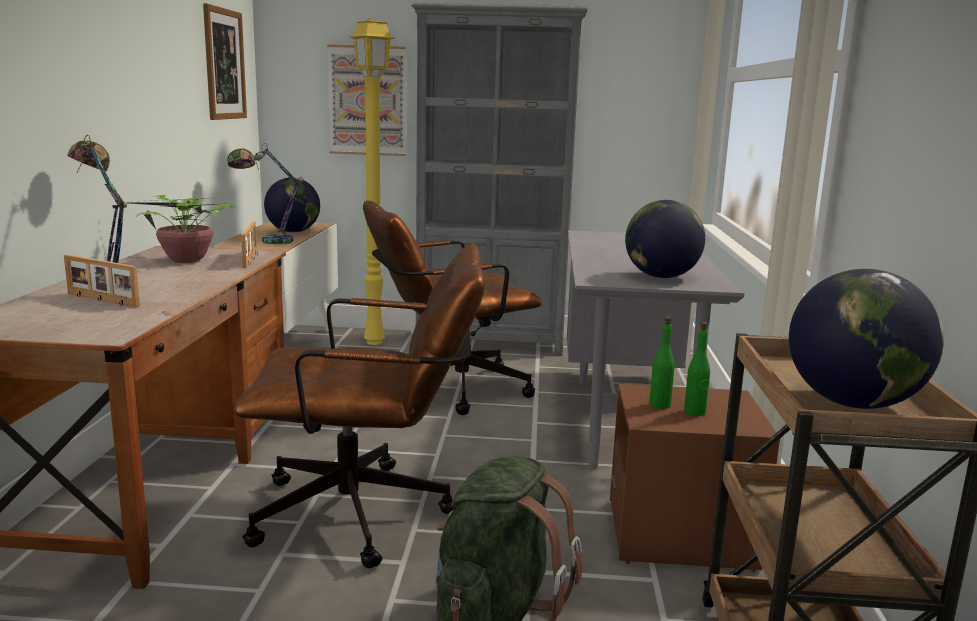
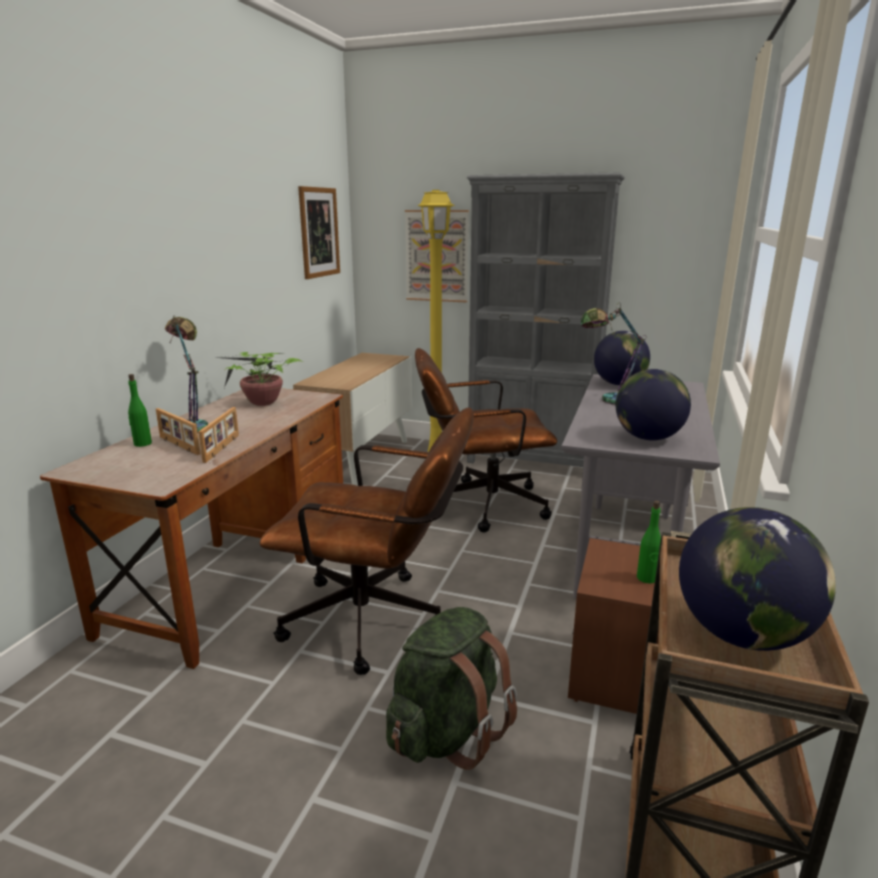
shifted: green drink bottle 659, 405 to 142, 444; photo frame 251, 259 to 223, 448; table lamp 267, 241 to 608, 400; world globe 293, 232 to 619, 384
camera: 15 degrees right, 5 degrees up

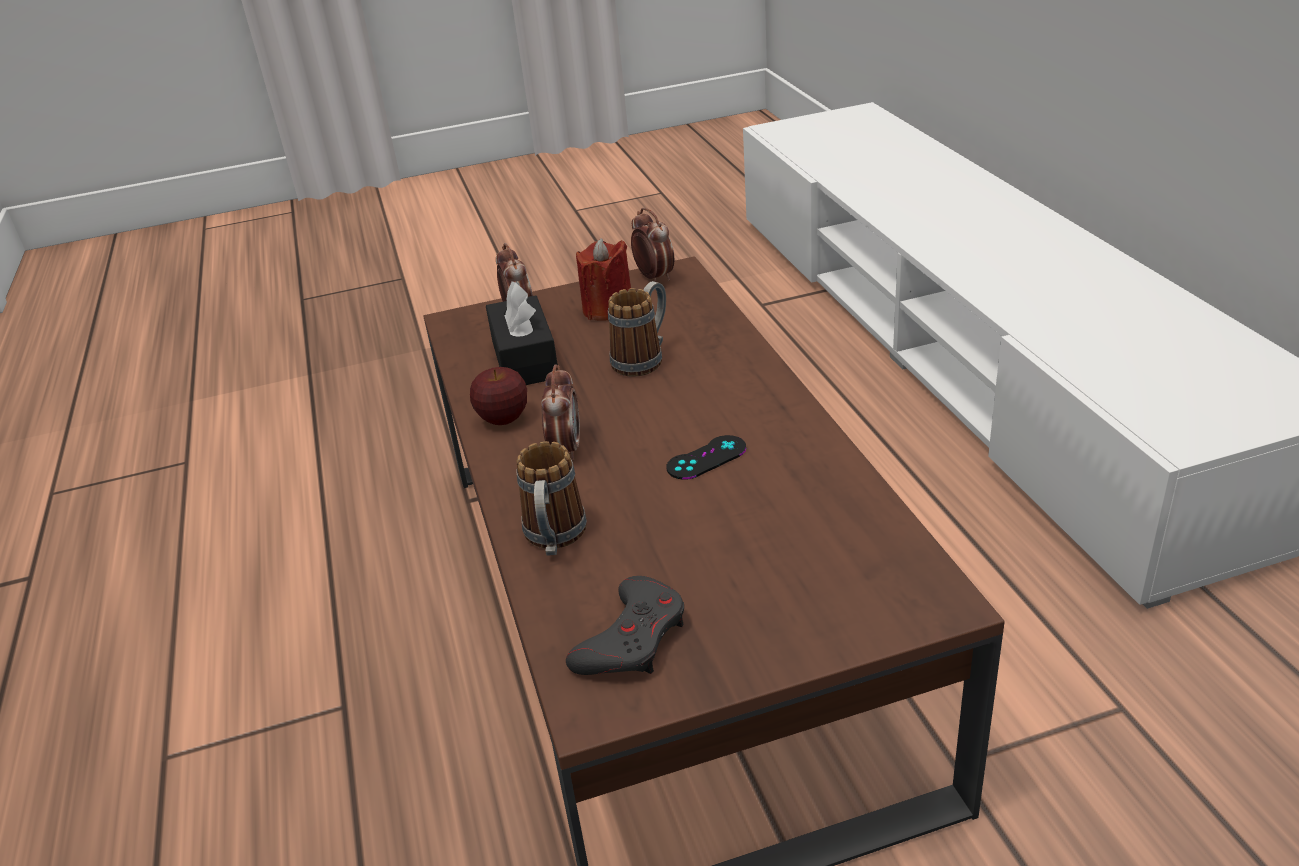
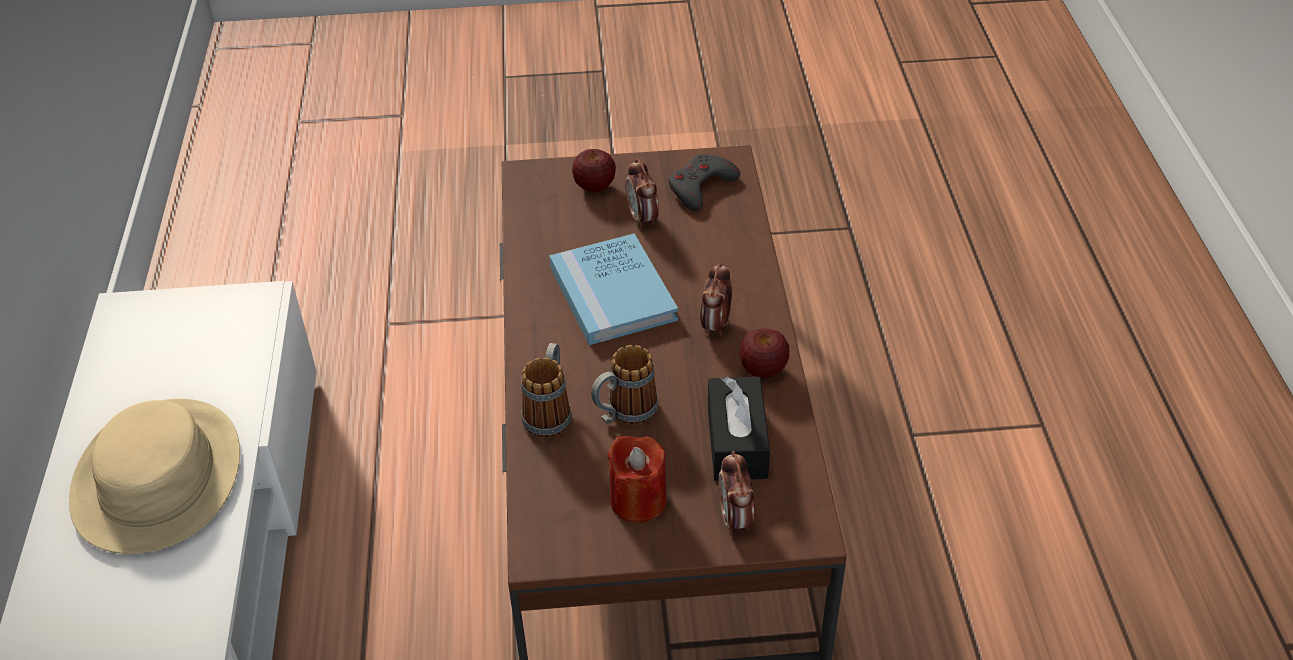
new: beige-coloured clothing hat 157, 477; whole apple 595, 187
shifted: mug 554, 540 to 550, 412; alarm clock 654, 277 to 643, 218
swapped: blackish gamepad 706, 458 to blue volume 612, 293
camera: 170 degrees left, 10 degrees up

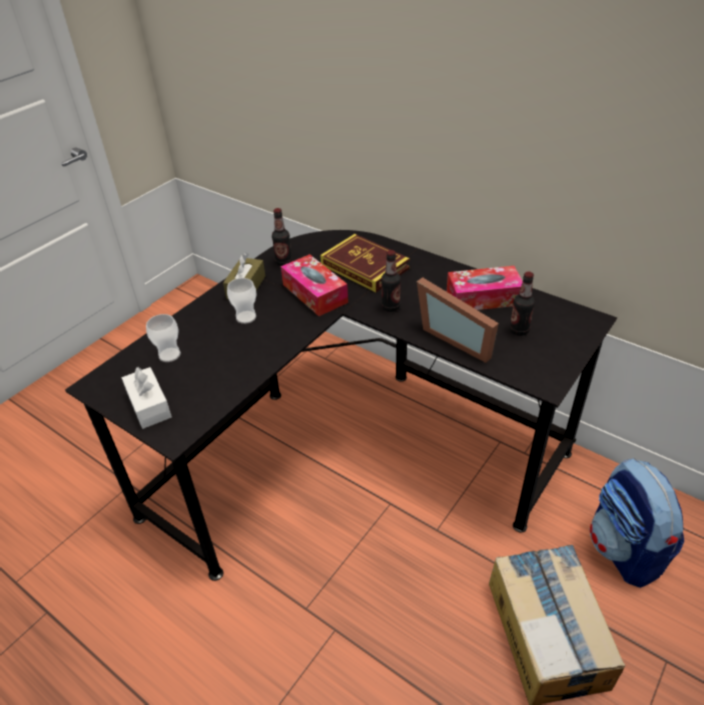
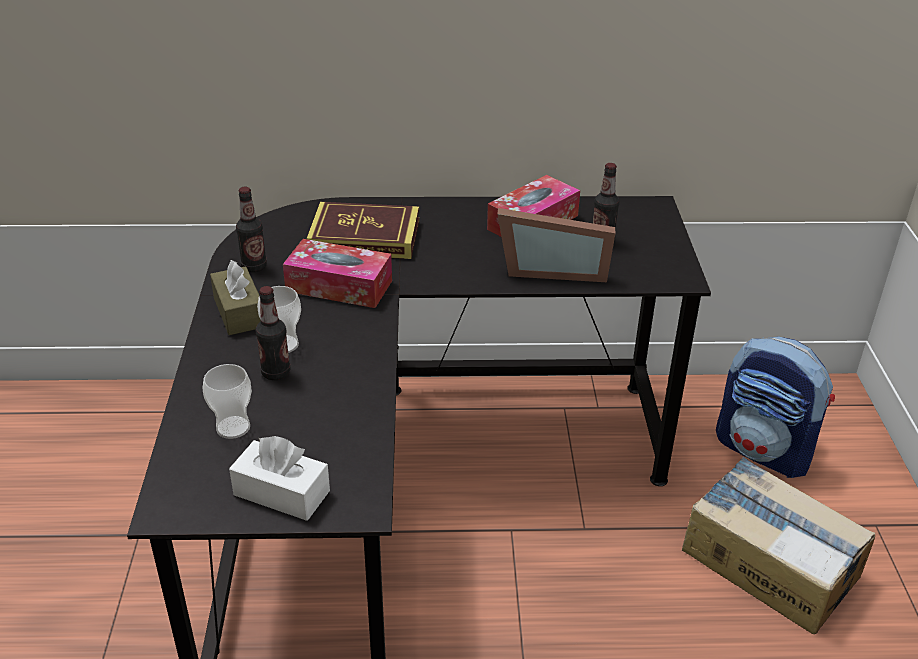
shifted: drink bottle 390, 307 to 276, 373
camera: 40 degrees left, 5 degrees down

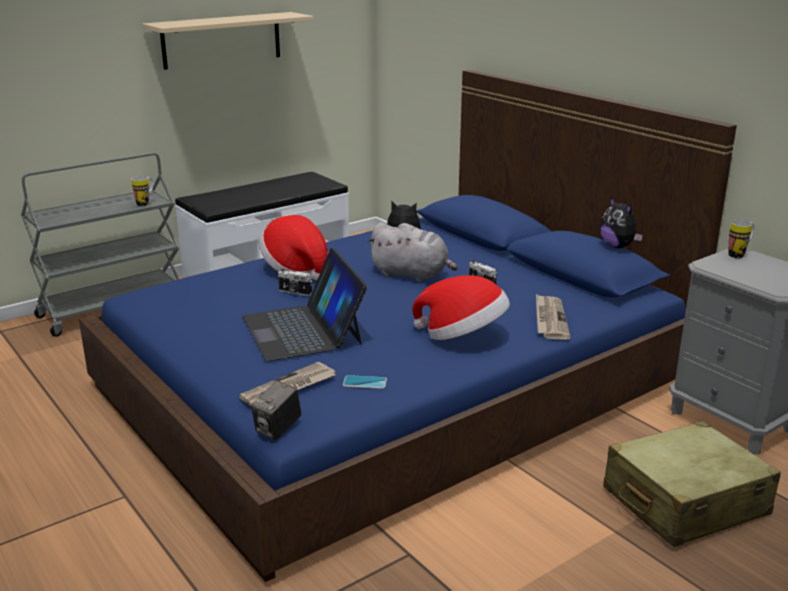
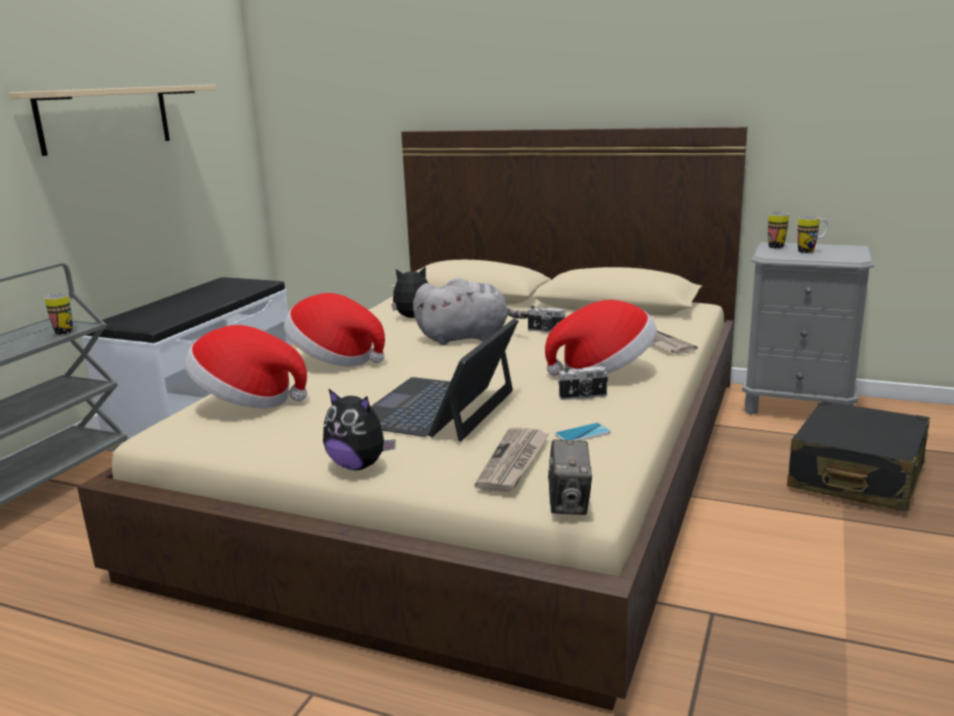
new: clothing hat 247, 401; mug 810, 251
shifted: cuddly toy 618, 246 to 359, 465; still camera 295, 292 to 583, 397
repainted: blue sleeping bed 396, 382 to beige-coloured sleeping bed 483, 462; beige-coloured suitcase 684, 502 to blackish suitcase 856, 476
rotated: portable computer 303, 330 = 437, 408 75 degrees clockwise
camera: 30 degrees left, 5 degrees down

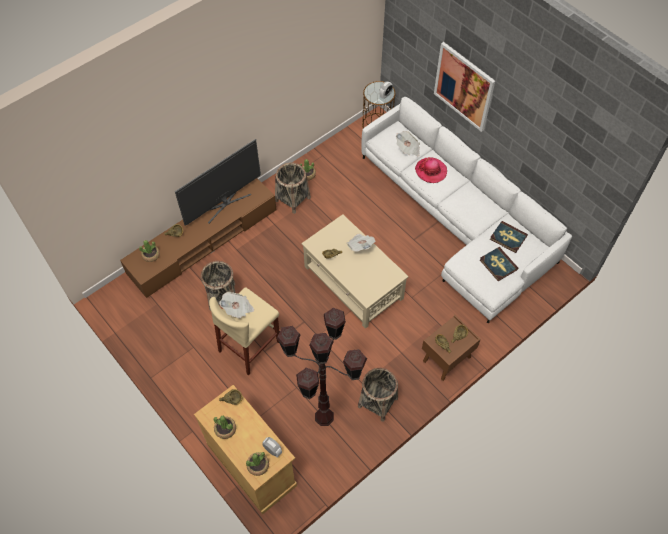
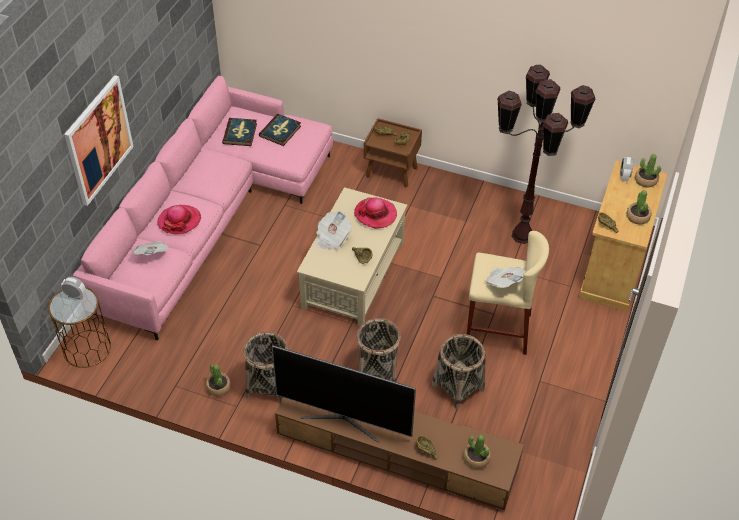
new: clothing hat 375, 214
shifted: basket 378, 402 to 377, 371
repainted: white settee 459, 221 to pink-coloured settee 211, 216
camera: 120 degrees left, 10 degrees down

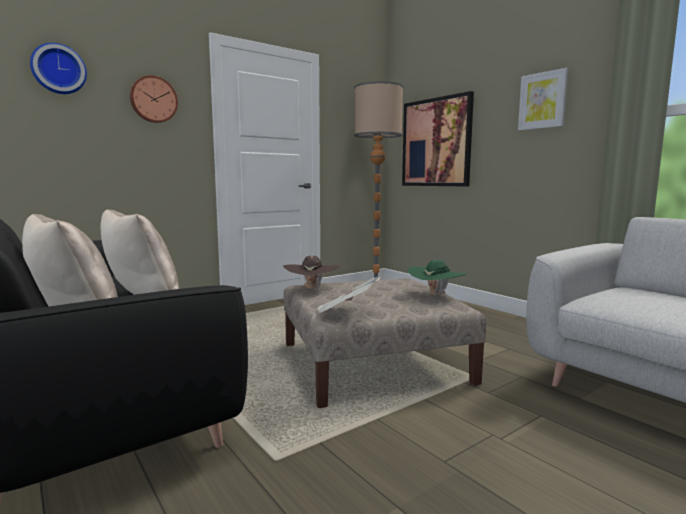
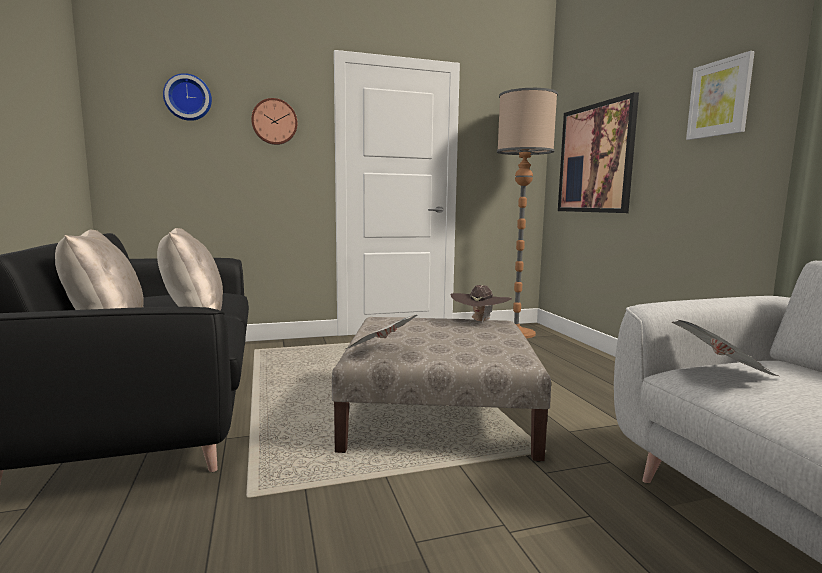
gone: green clothing hat 435, 295
new: newspaper 722, 372
shifted: brown clothing hat 311, 289 to 479, 321
camera: 20 degrees right, 0 degrees up

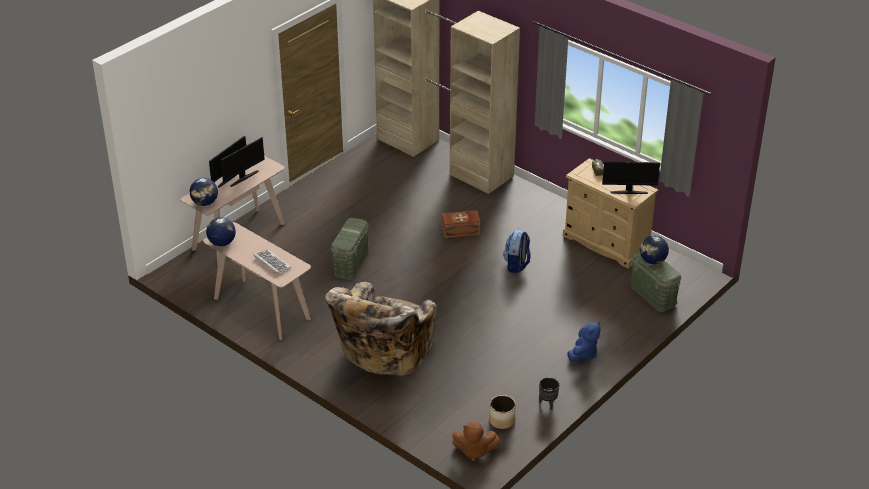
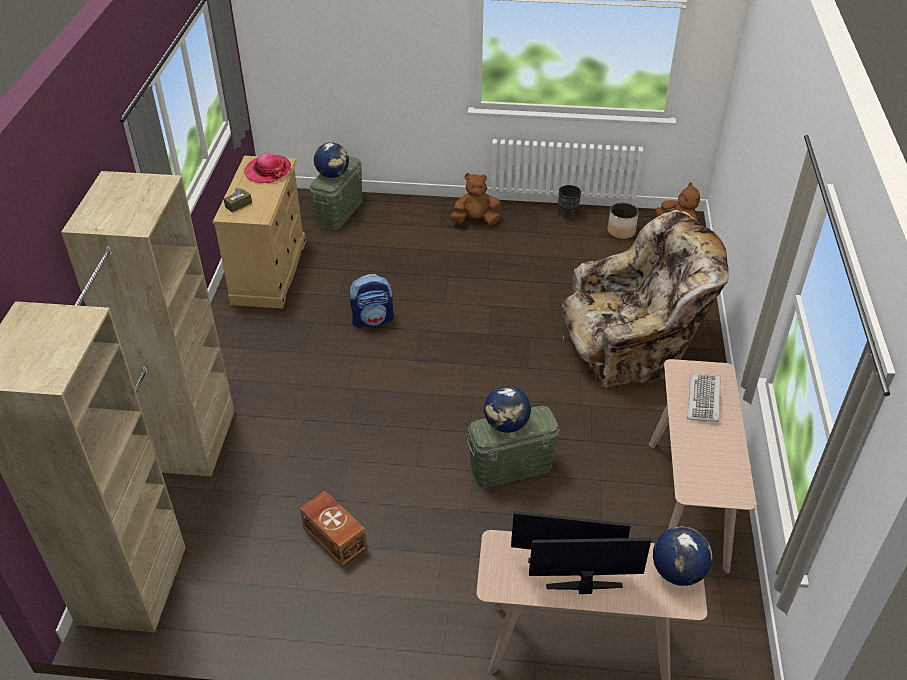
shifted: brown storage container 461, 231 to 334, 536; world globe 222, 243 to 506, 425
swapped: computer display 628, 192 to clothing hat 267, 171
repainted: blue cuddly toy 583, 354 to brown cuddly toy 475, 221
camera: 125 degrees left, 5 degrees up

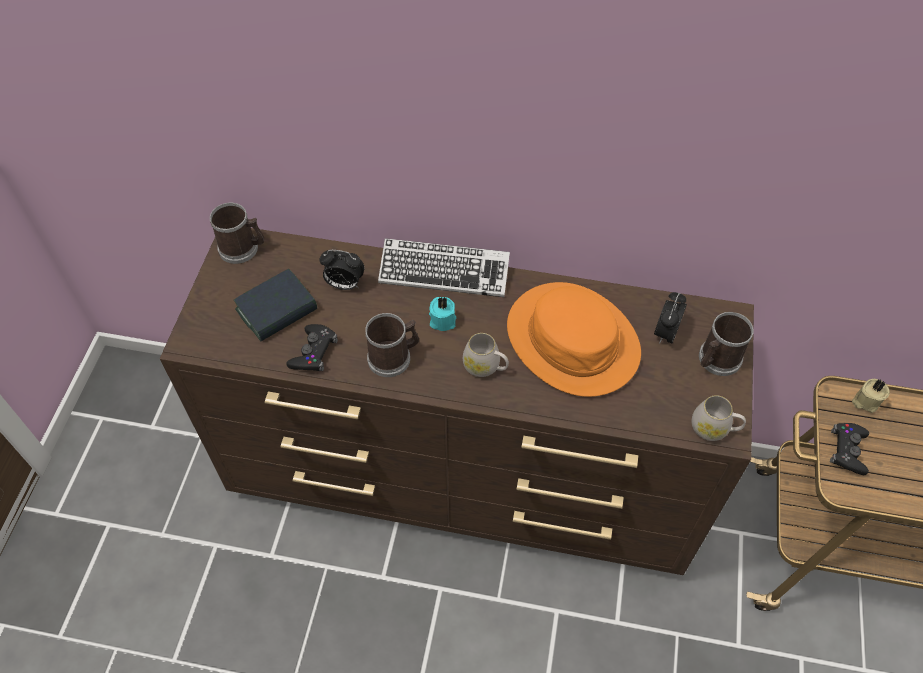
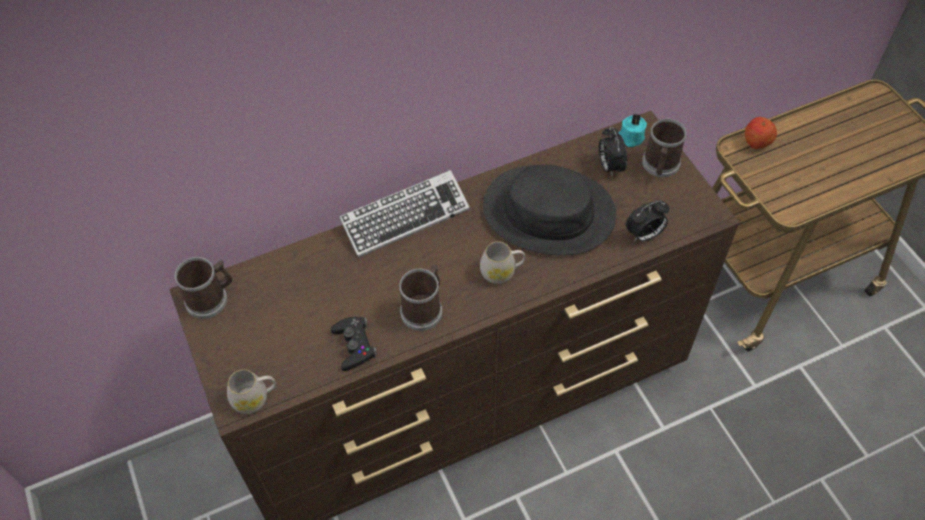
gone: volume 277, 310; blackish gamepad 848, 450
shifted: white mug 714, 428 to 255, 398; turquoise-coloured wax light 442, 320 to 630, 137; alarm clock 344, 284 to 644, 235
swapped: beige-coloured wax light 865, 401 to whole apple 757, 141
repainted: orangey clothing hat 573, 340 to blackish clothing hat 549, 211
camera: 35 degrees left, 0 degrees up

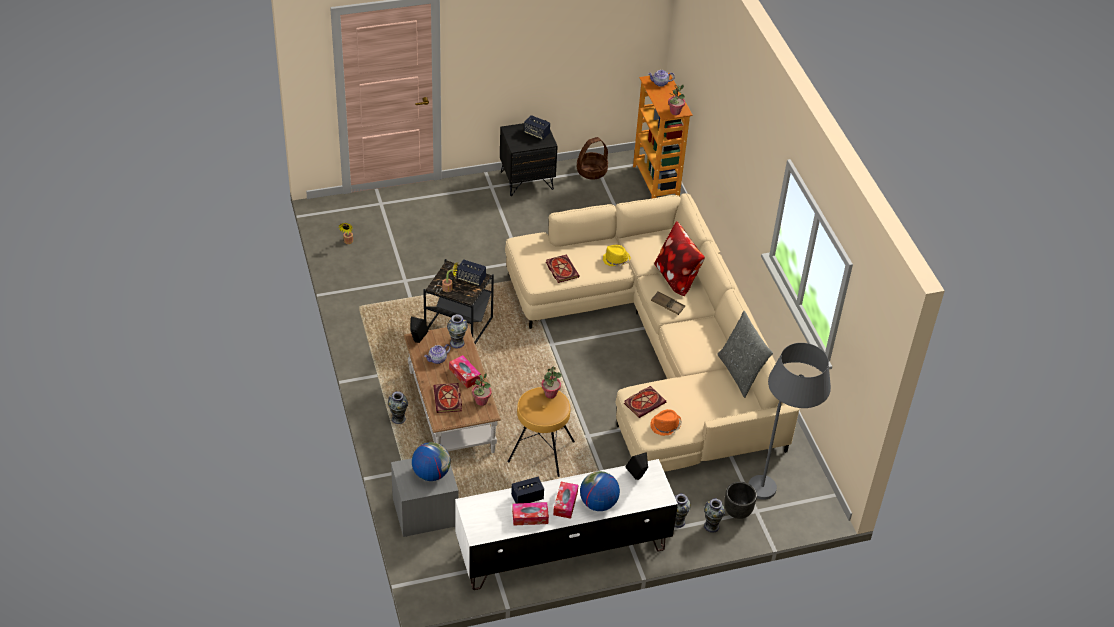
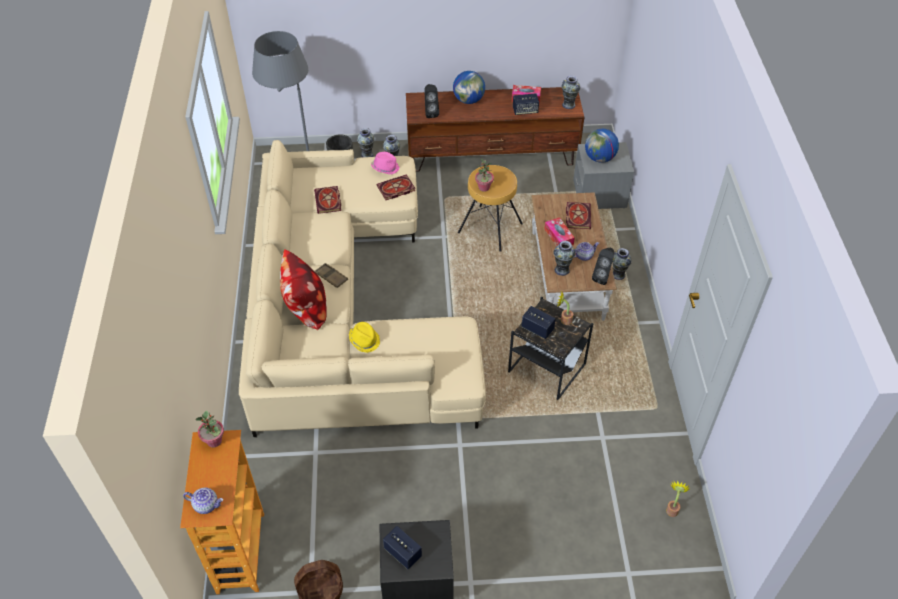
gone: houseplant 481, 401; box of tissues 565, 503; gray pillow 740, 373
new: decorative vase 568, 105
shifted: volume 561, 269 to 328, 201
repainted: orangey clothing hat 665, 426 to pink-coloured clothing hat 385, 167; white media console 562, 549 to brown media console 492, 154
camera: 165 degrees left, 5 degrees up

